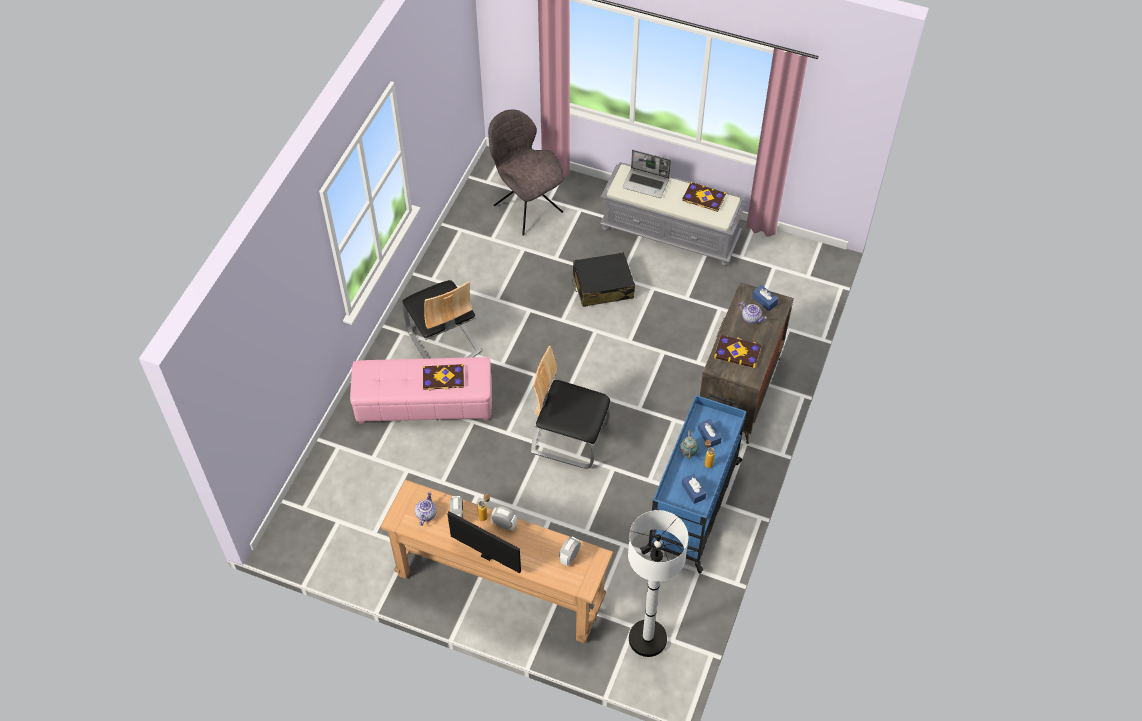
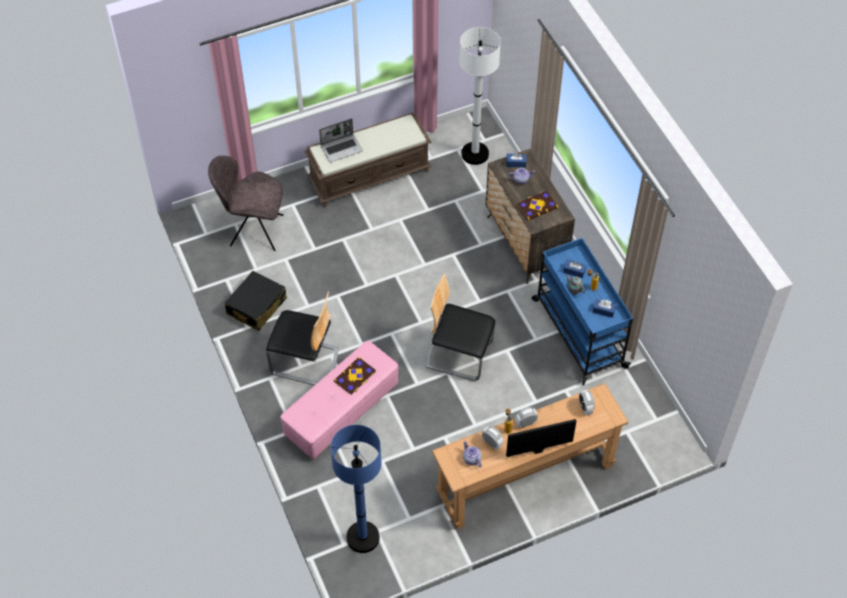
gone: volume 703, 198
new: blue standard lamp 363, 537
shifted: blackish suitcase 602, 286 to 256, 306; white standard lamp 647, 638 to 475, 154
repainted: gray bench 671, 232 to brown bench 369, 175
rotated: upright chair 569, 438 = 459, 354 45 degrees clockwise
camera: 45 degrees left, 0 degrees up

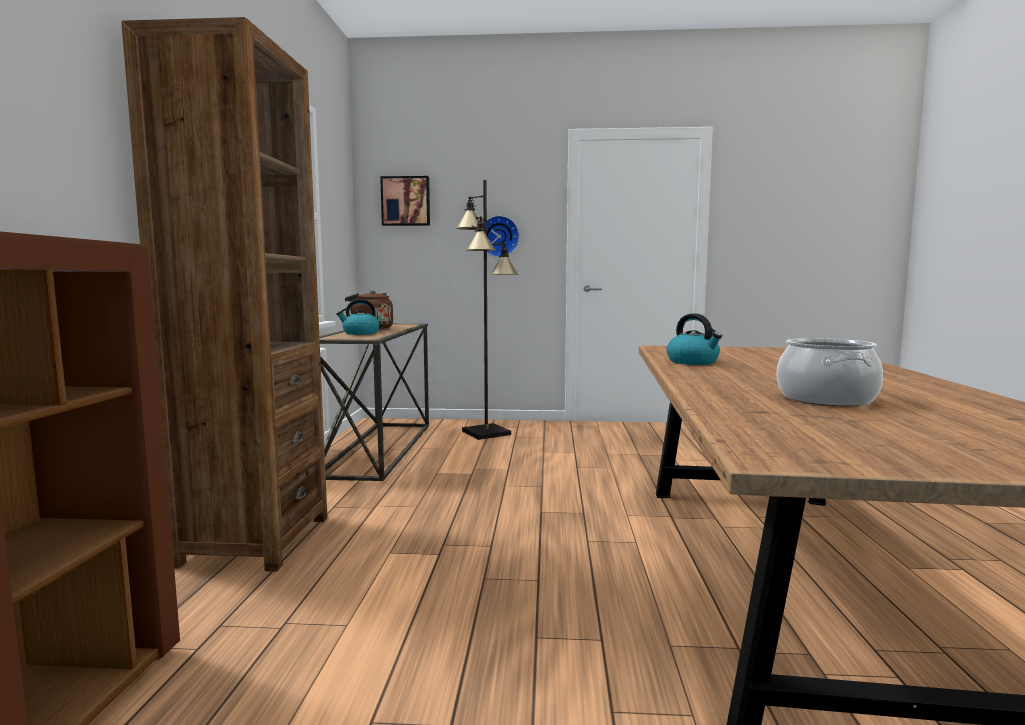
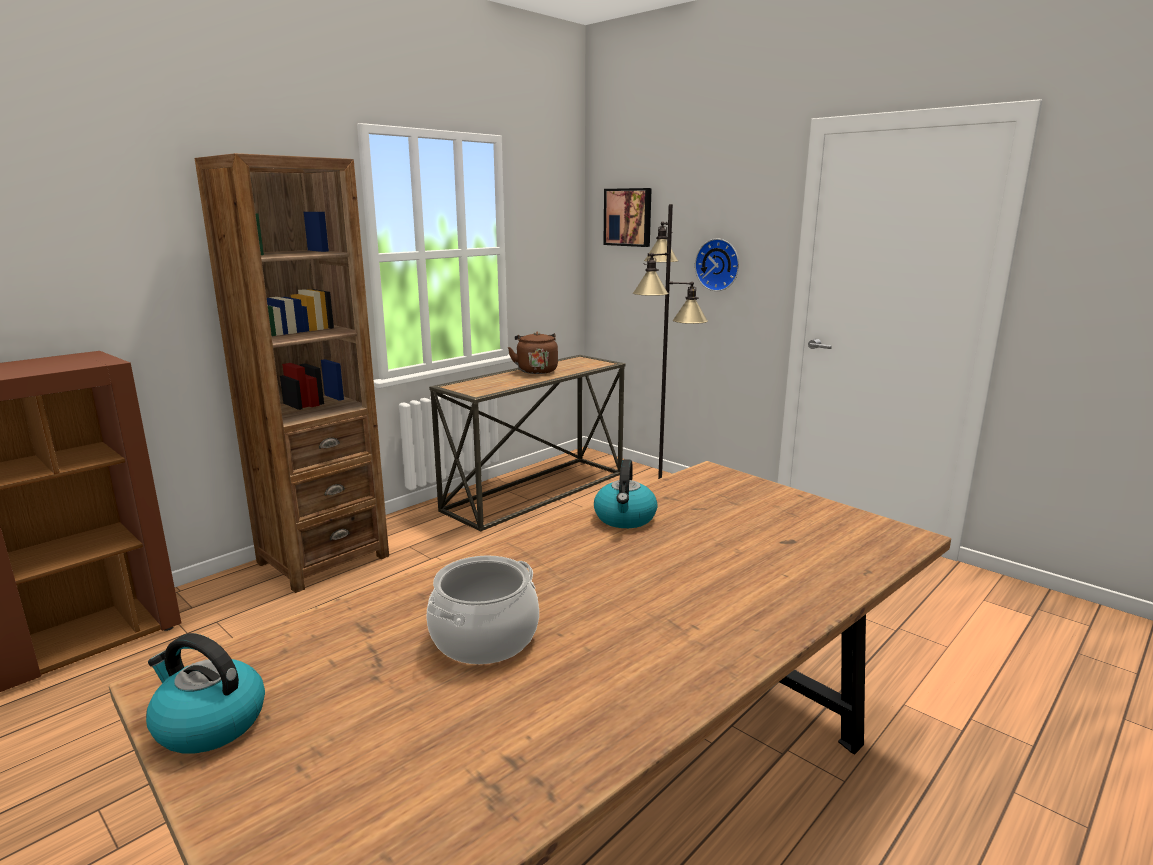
shifted: water kettle 360, 333 to 208, 723
camera: 40 degrees right, 10 degrees up

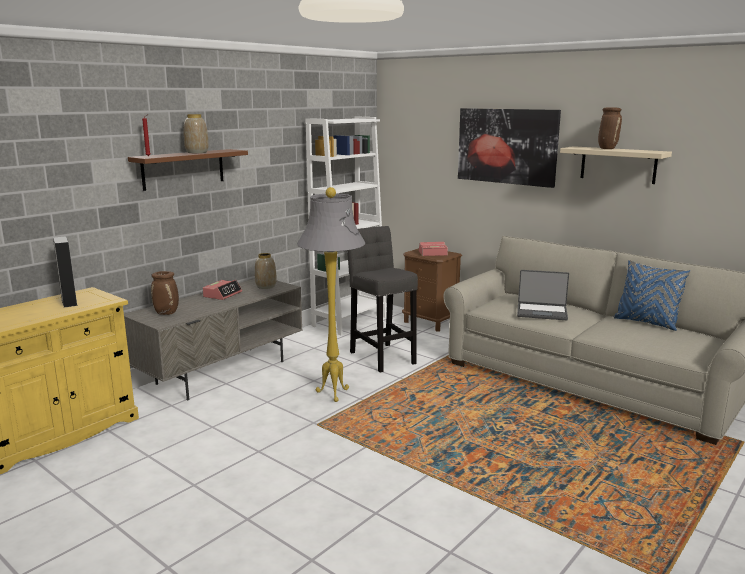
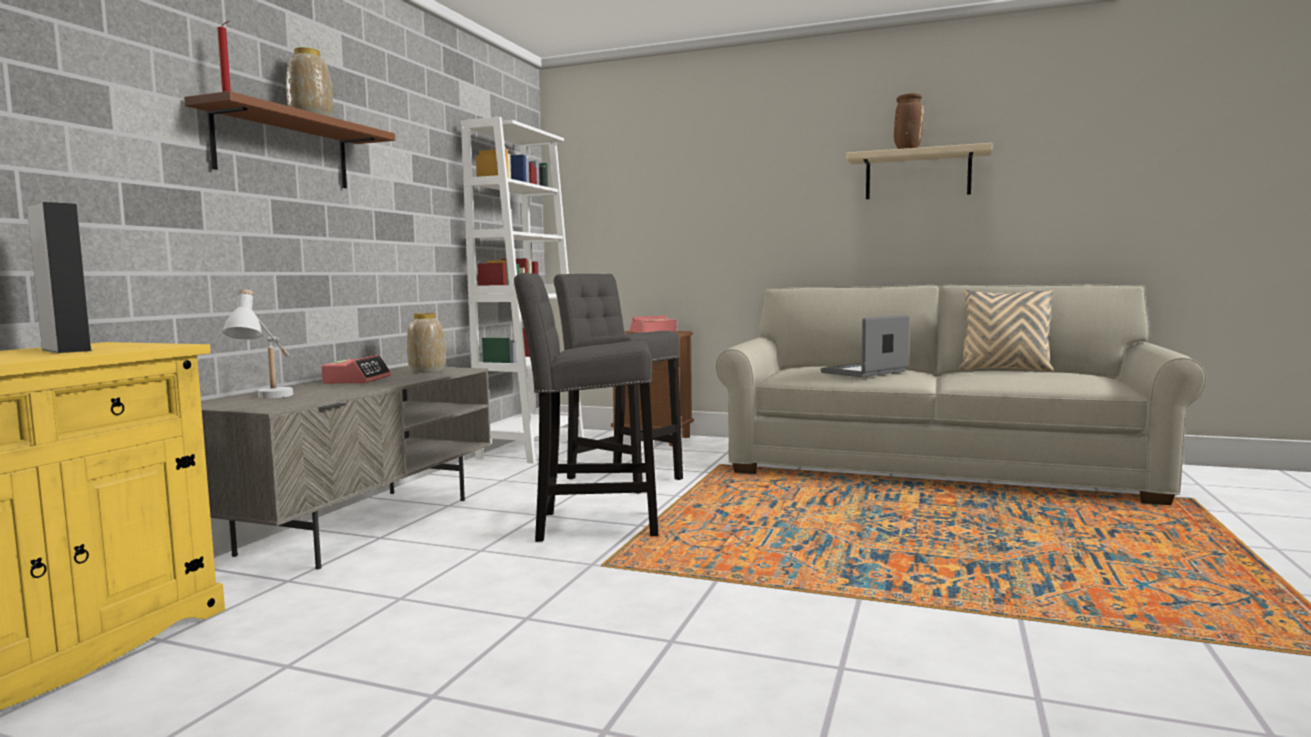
gone: wall picture 507, 146
swapped: brown decorative vase 167, 313 to white table lamp 268, 399; gray standard lamp 334, 393 to gray sitting stool 590, 525
repainted: blue pillow 646, 322 to beige-coloured pillow 1004, 370
rotated: portable computer 542, 312 = 865, 372 150 degrees clockwise
camera: 20 degrees left, 10 degrees down

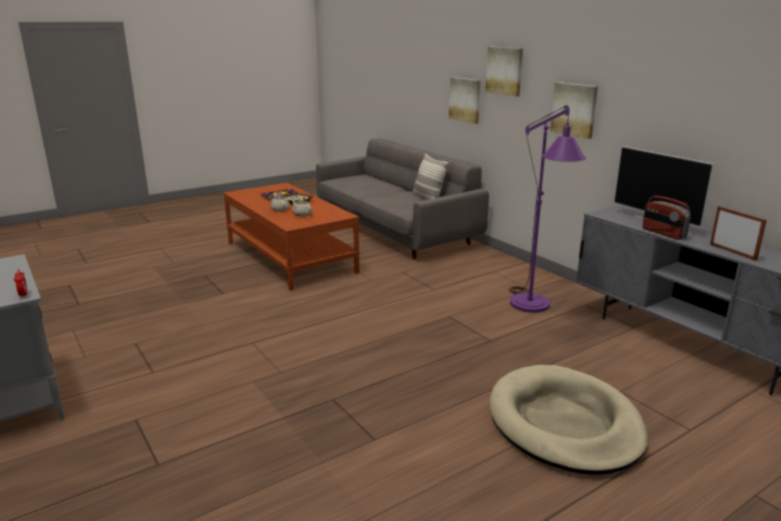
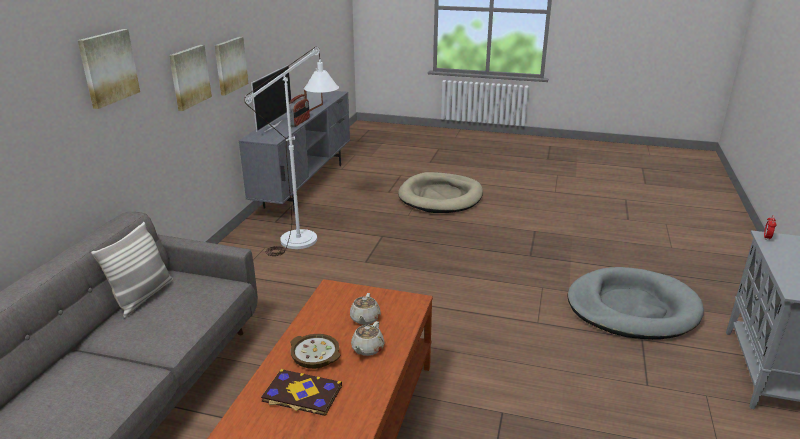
new: gray dog bed 632, 308
shifted: wall picture 465, 100 to 230, 65
repainted: purple standard lamp 533, 309 to white standard lamp 307, 236
camera: 130 degrees left, 5 degrees up

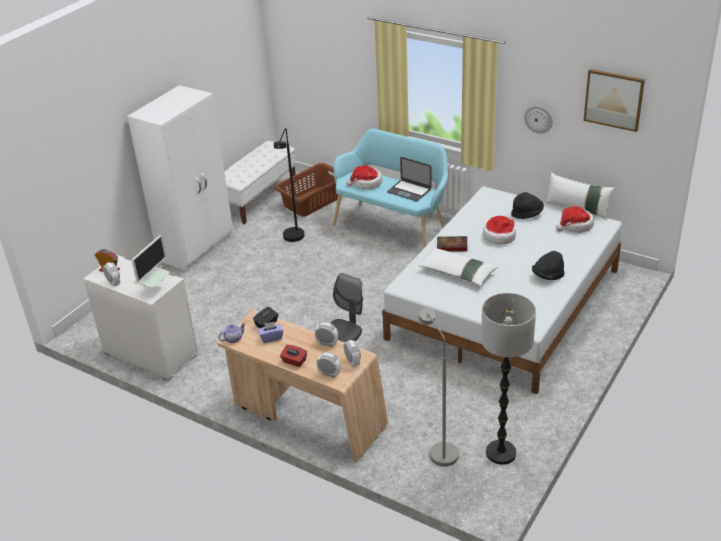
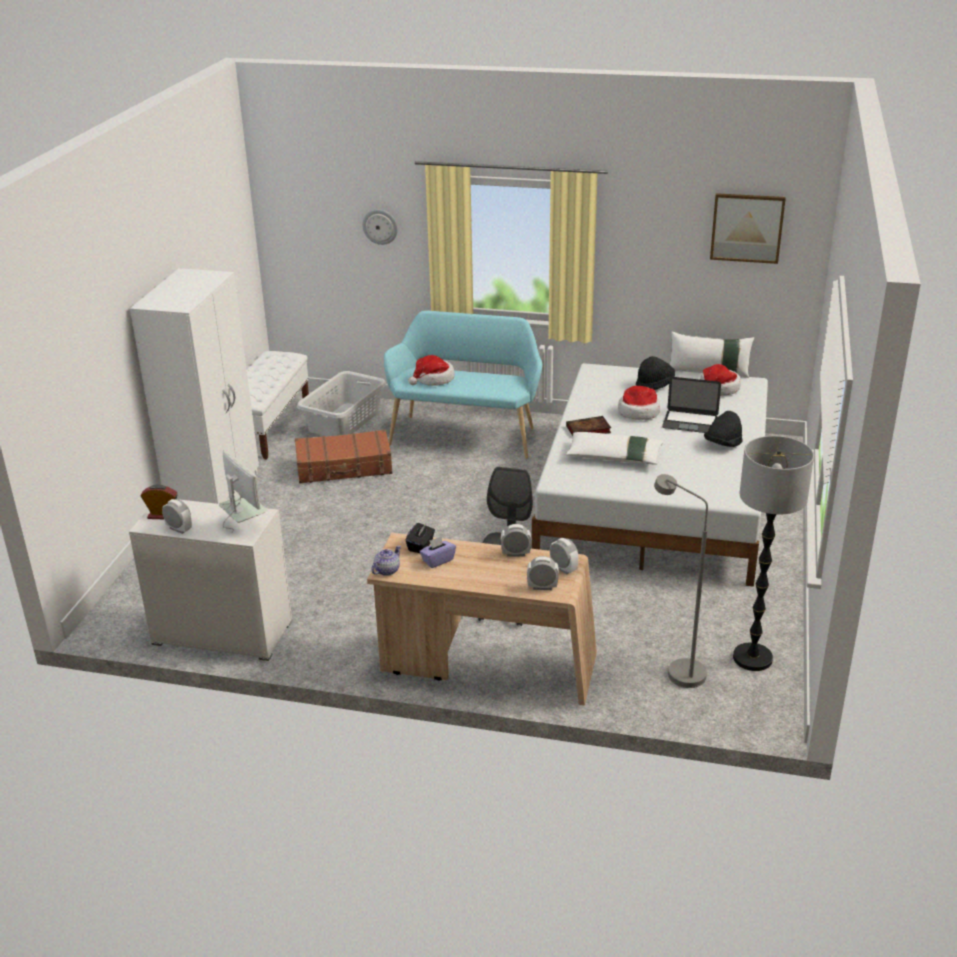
gone: red box of tissues 294, 361
shifted: clock on the wall 538, 119 to 380, 226; portable computer 409, 191 to 690, 422
swapped: blackish standard lamp 293, 239 to brown suitcase 344, 467
repainted: brown washing basket 313, 201 to gray washing basket 345, 421
rotated: computer display 154, 289 = 244, 527 45 degrees counterclockwise
camera: 20 degrees left, 5 degrees down

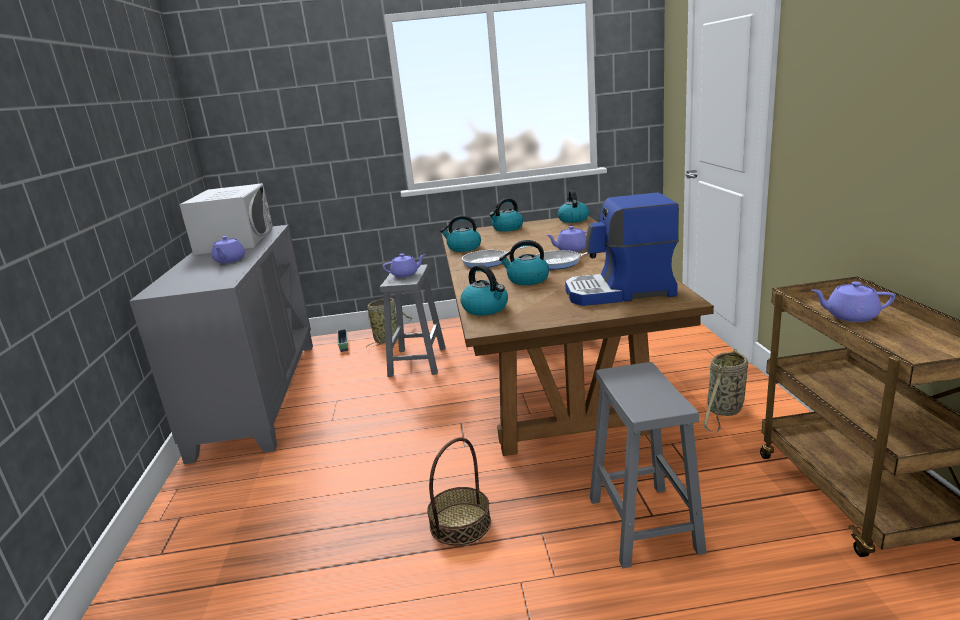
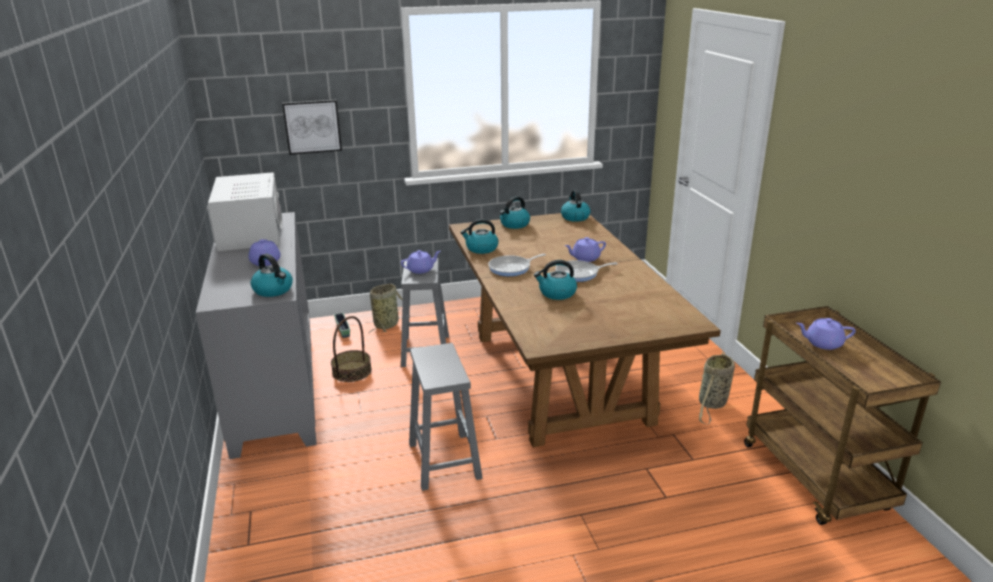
gone: coffee maker 620, 292
new: wall picture 312, 126
shifted: water kettle 486, 308 to 274, 290; basket 460, 524 to 352, 371; gray sitting stool 642, 523 to 443, 460
camera: 10 degrees left, 5 degrees up

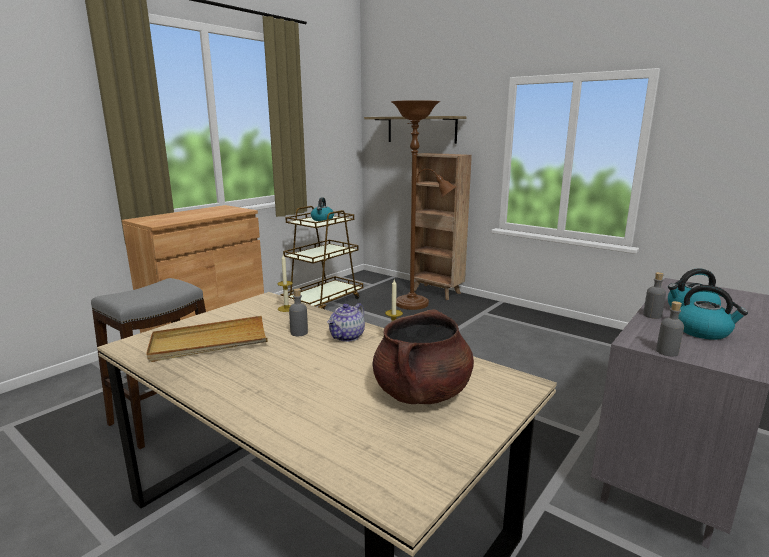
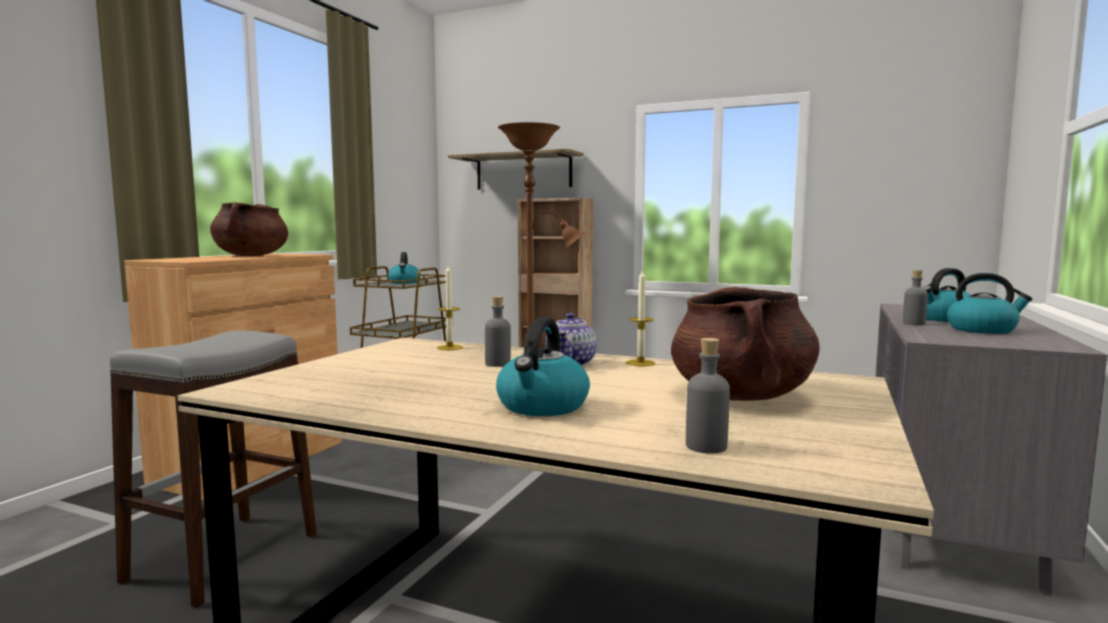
gone: beige-coloured serving tray 209, 343
new: brown saucepot 251, 256; water kettle 542, 406
shifted: gray drink bottle 667, 352 to 706, 446
camera: 15 degrees left, 10 degrees down

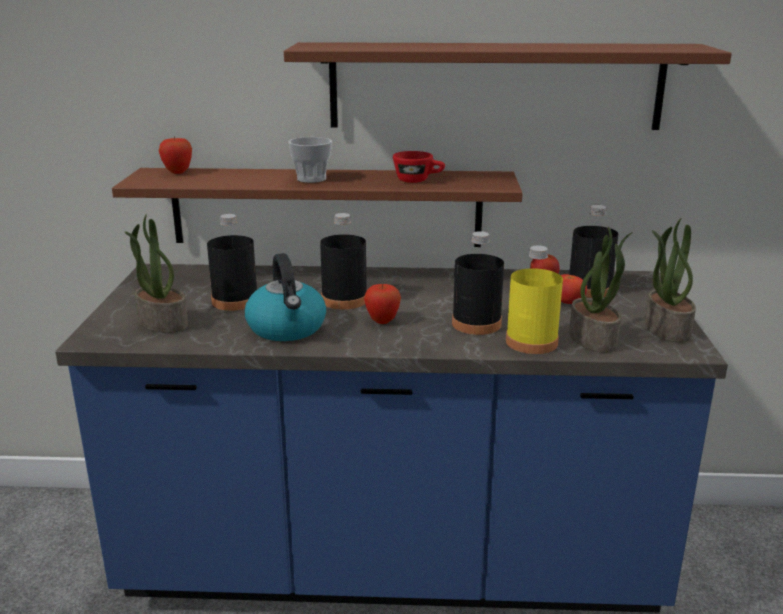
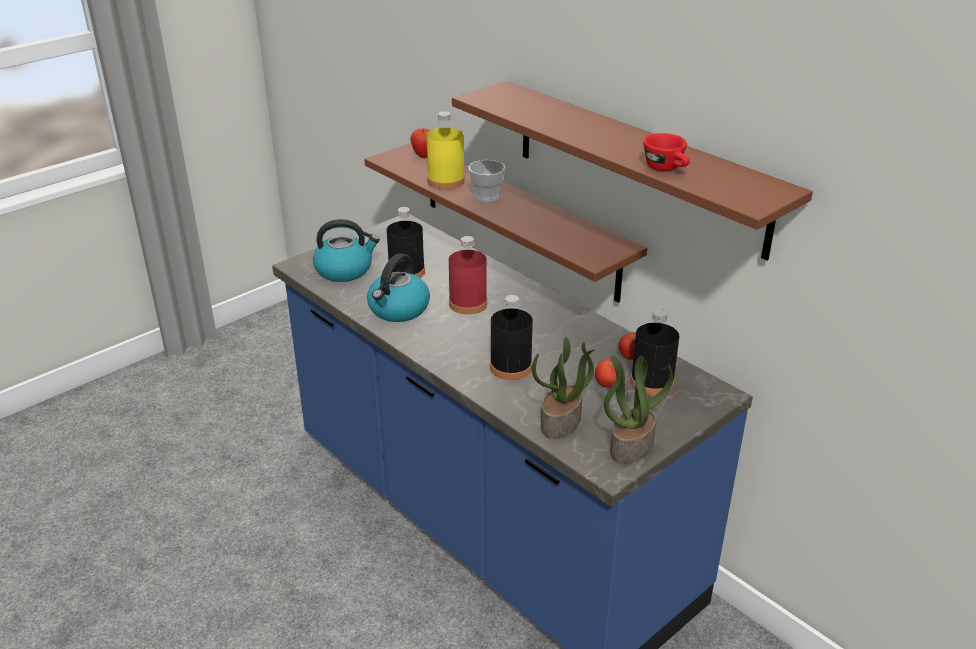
gone: whole apple 382, 321
shifted: yellow-coloured drink bottle 531, 342 to 446, 181; red cup 418, 180 to 667, 169
swapped: houseplant 161, 322 to water kettle 345, 270
repainted: blackish drink bottle 344, 300 to red drink bottle 468, 304
camera: 45 degrees right, 10 degrees up

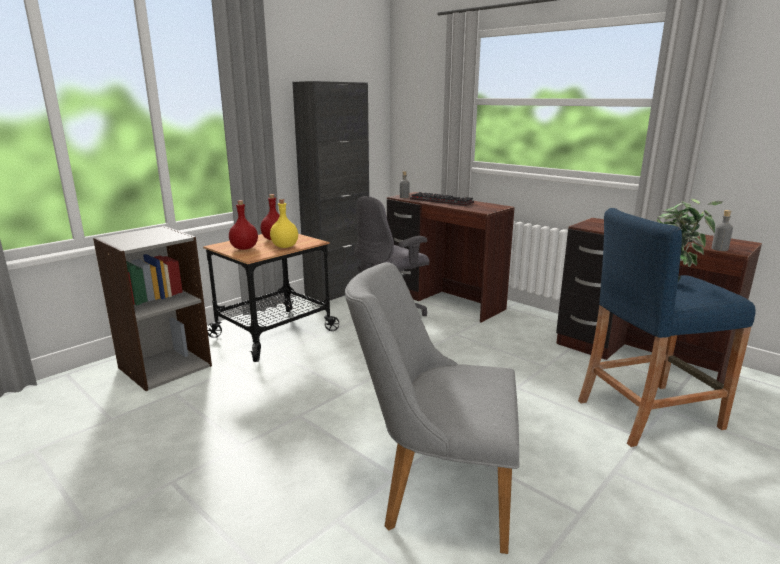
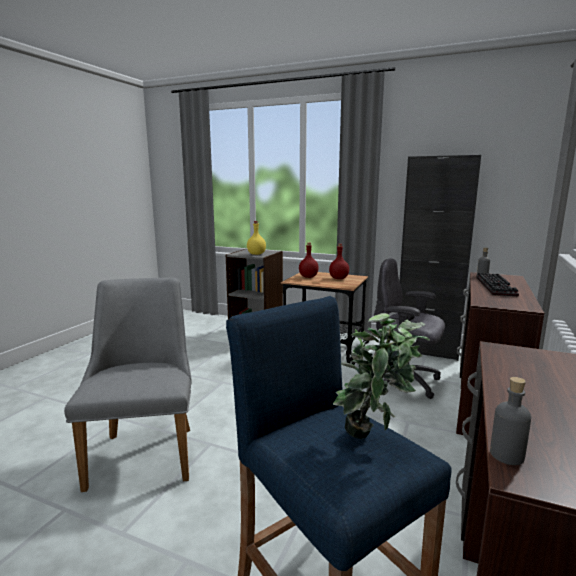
shifted: yellow-coloured drink bottle 284, 246 to 256, 254
camera: 70 degrees right, 5 degrees down

